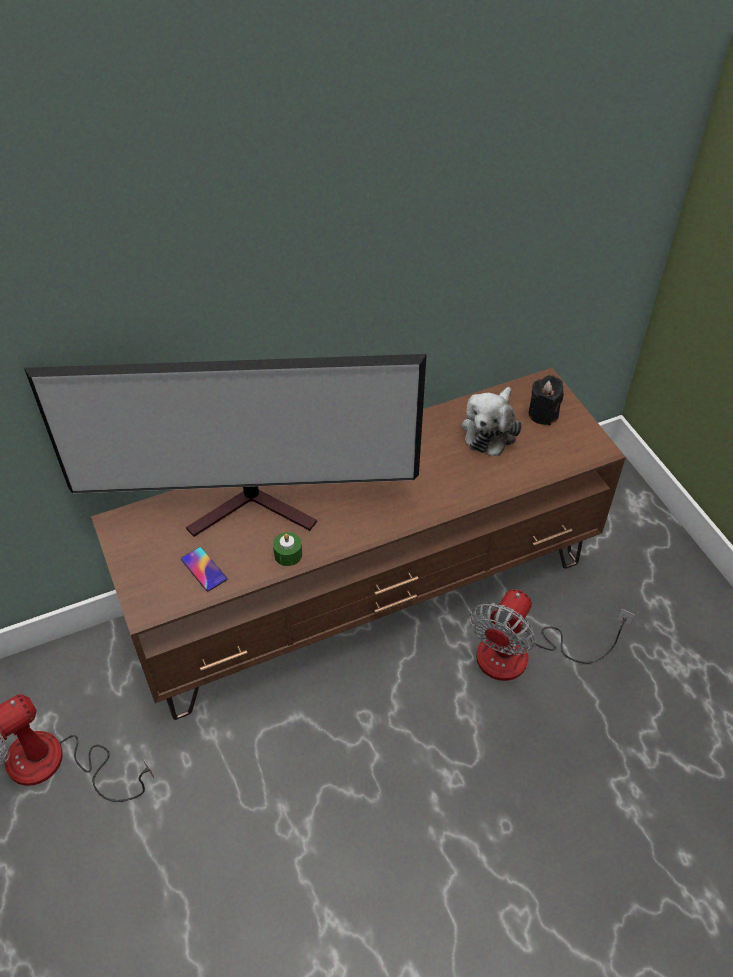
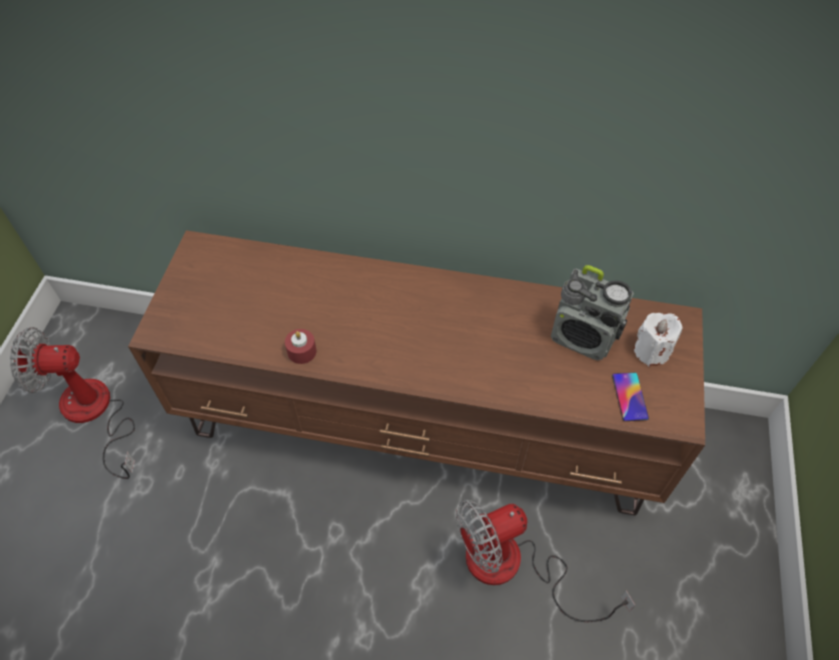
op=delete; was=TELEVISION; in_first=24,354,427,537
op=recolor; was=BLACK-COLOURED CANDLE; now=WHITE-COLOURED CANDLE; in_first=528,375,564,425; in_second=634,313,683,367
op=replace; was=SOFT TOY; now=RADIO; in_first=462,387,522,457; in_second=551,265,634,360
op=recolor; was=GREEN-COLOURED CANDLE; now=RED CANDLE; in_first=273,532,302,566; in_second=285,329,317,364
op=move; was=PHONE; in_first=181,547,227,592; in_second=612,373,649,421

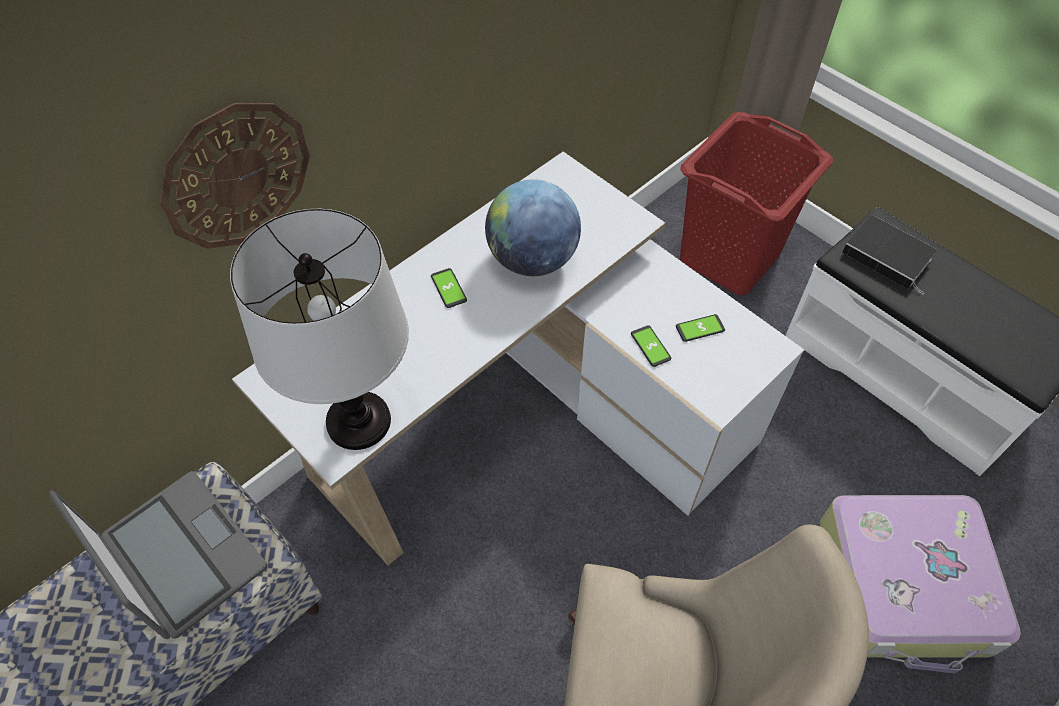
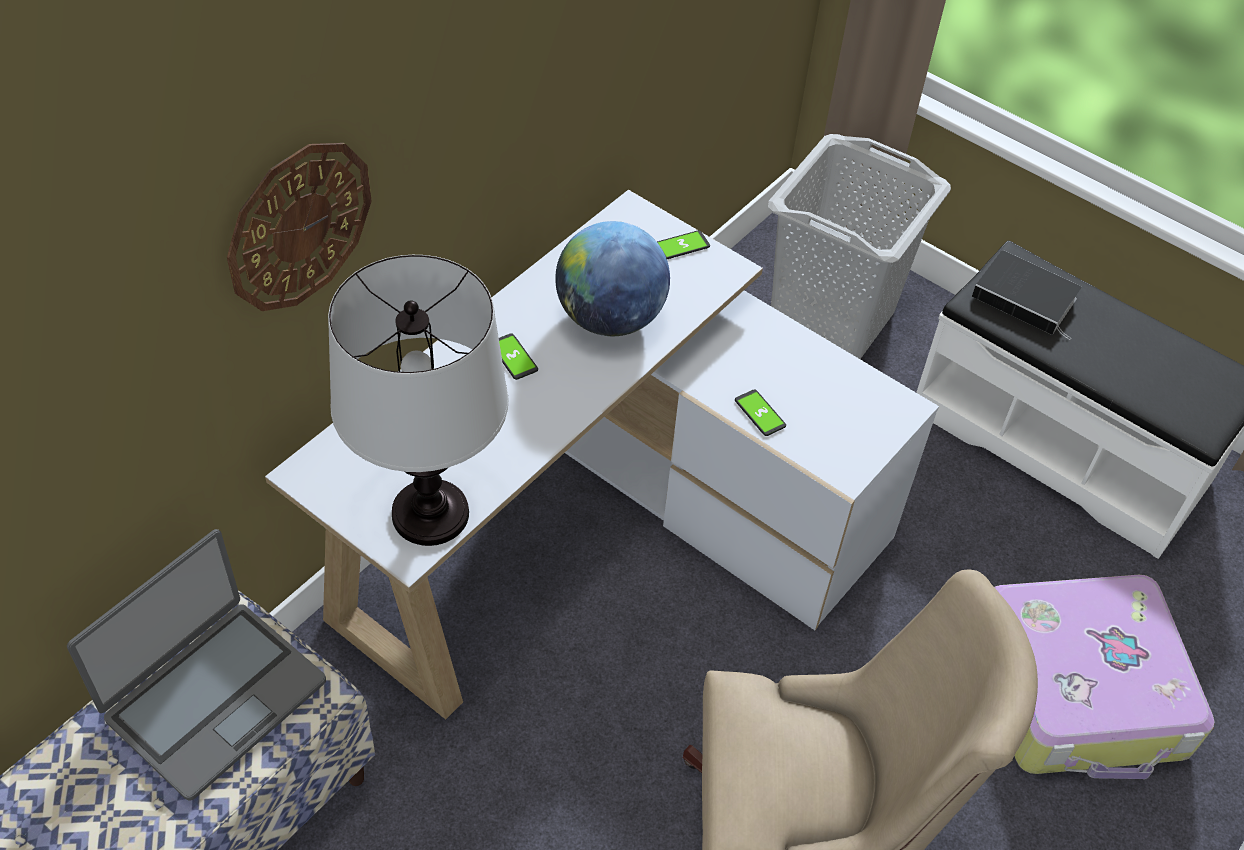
op=recolor; was=RED LAUNDRY BASKET; now=GREY LAUNDRY BASKET; in_first=680,112,833,295; in_second=768,134,951,359
op=move; was=PHONE; in_first=676,314,725,342; in_second=657,230,710,259
op=rotate; was=LAPTOP; in_first=49,471,267,639; in_second=67,529,326,801; clockwise=90

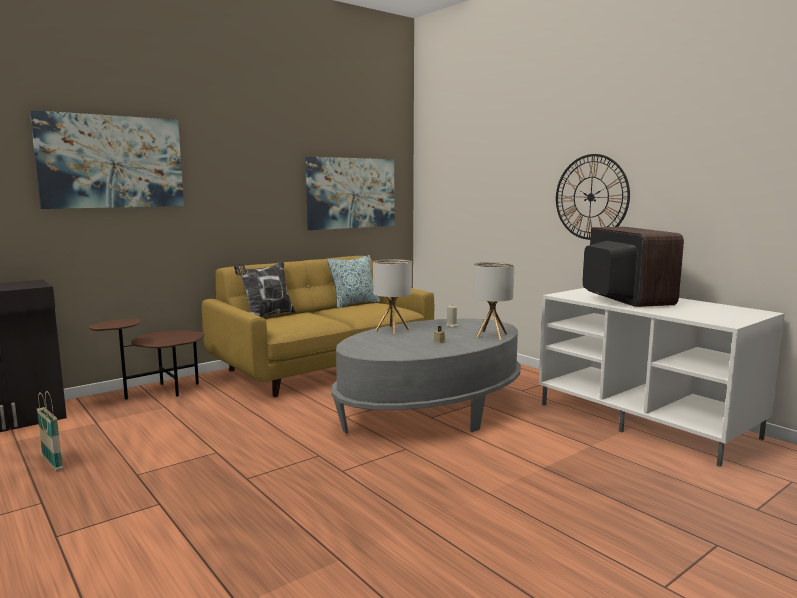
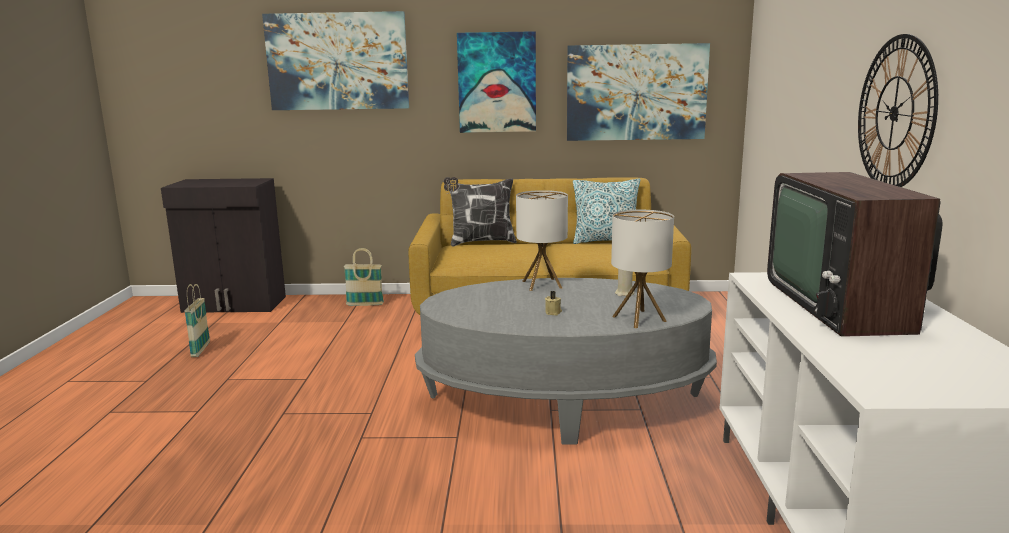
op=rotate; was=TELEVISION; in_first=583,227,684,307; in_second=767,172,943,337; clockwise=150
op=replace; was=BROWNISH SIDE TABLE; now=HOUSEHOLD BASKET; in_first=89,319,205,400; in_second=344,248,384,306
op=insert; now=PICTURE; in_second=457,31,536,133

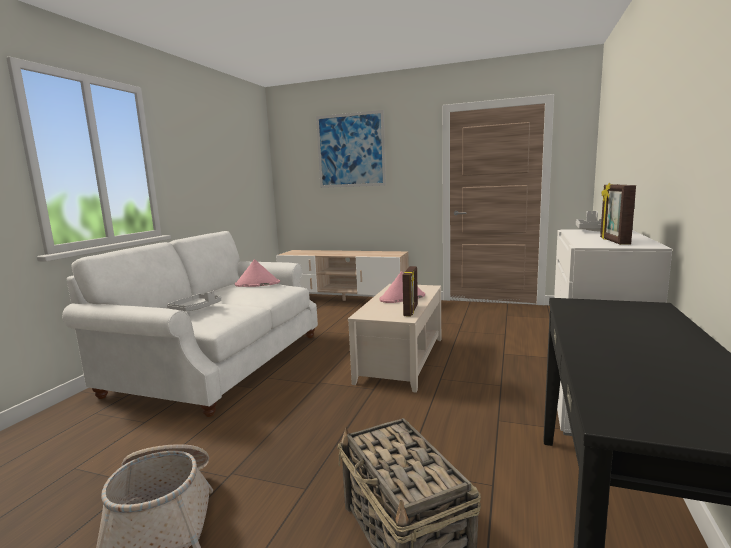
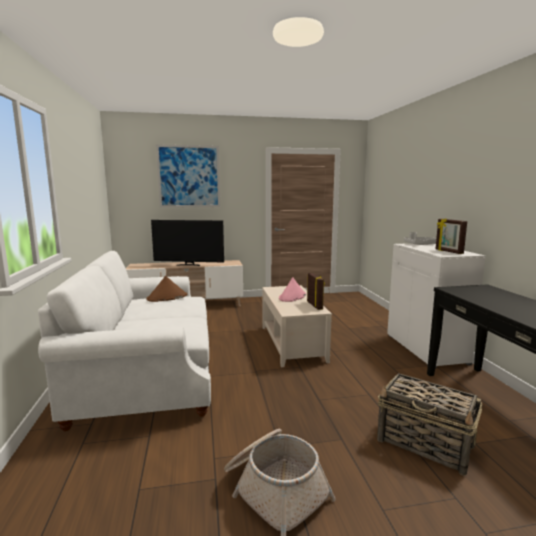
op=recolor; was=PINKISH HAT; now=BROWNISH HAT; in_first=235,259,280,287; in_second=146,276,188,302
op=delete; was=GREY CARRYING TRAY; in_first=167,291,221,312
op=insert; now=TELEVISION; in_second=151,220,224,266

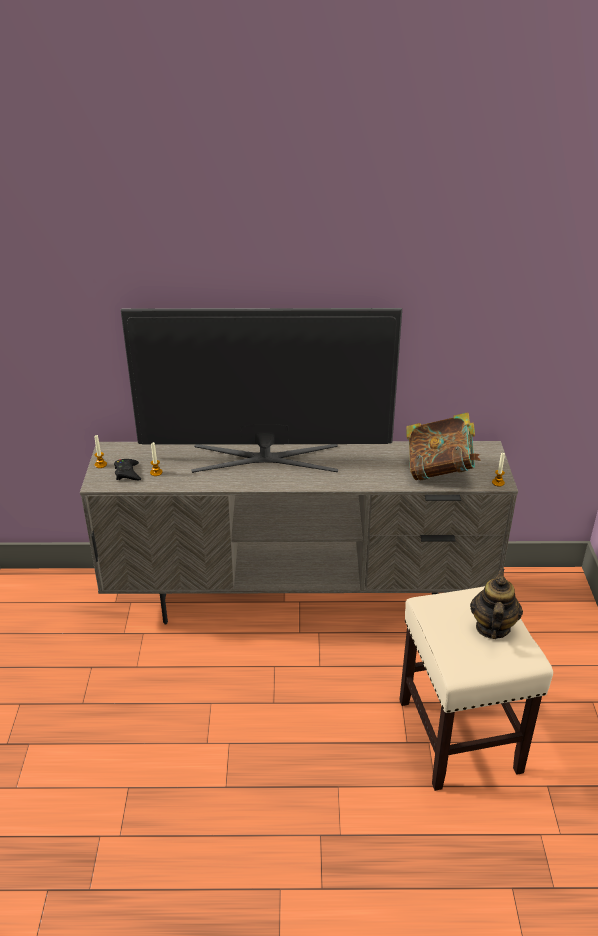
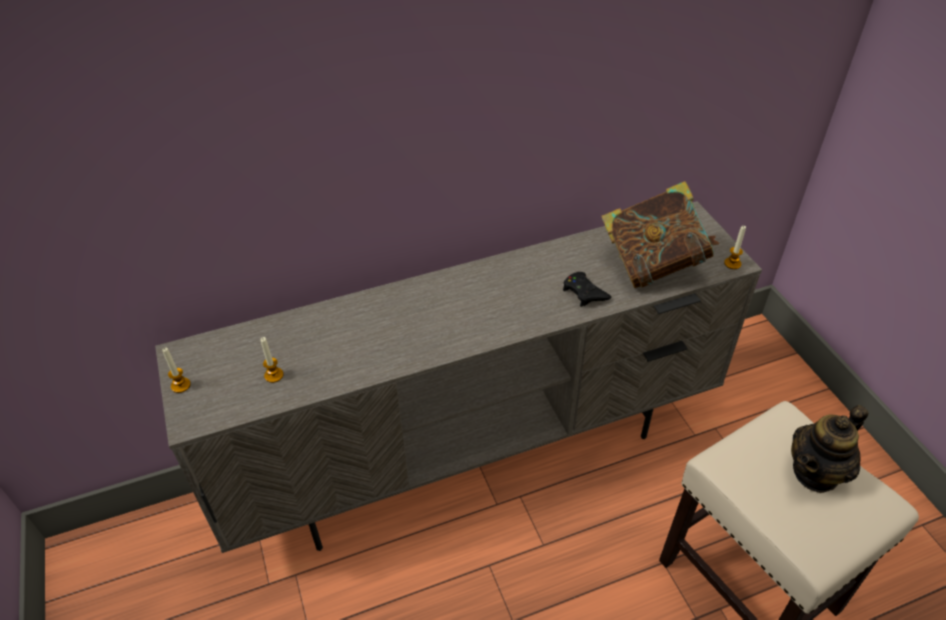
op=delete; was=TELEVISION; in_first=121,308,402,473
op=move; was=BLACK-COLOURED JOYPAD; in_first=114,459,141,480; in_second=563,272,611,307
op=rotate; was=POT FOR TEA; in_first=470,568,523,639; in_second=791,405,868,493; clockwise=-120

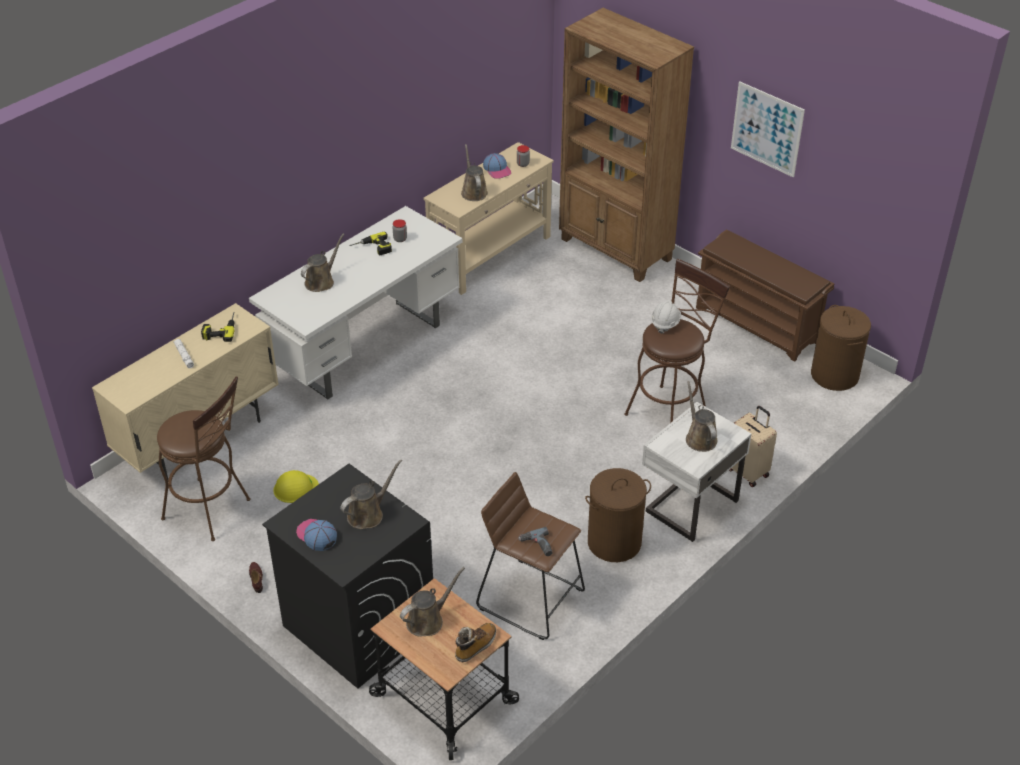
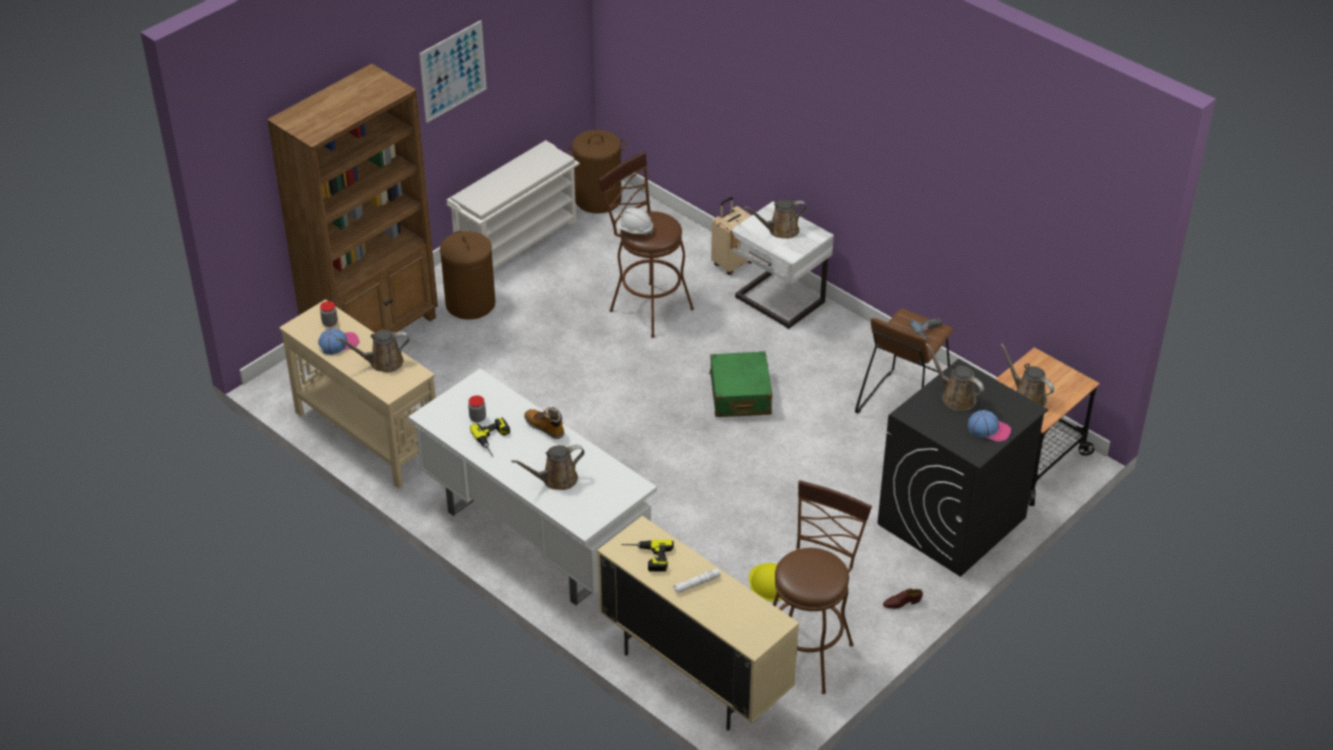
op=recolor; was=BROWNISH SHOE RACK; now=WHITE-COLOURED SHOE RACK; in_first=696,229,834,362; in_second=447,140,579,273
op=rotate; was=BROWNISH SPRINKLING CAN; in_first=301,233,345,292; in_second=511,445,585,490; clockwise=-60
op=move; was=BROWNISH LAUNDRY BASKET; in_first=585,468,651,562; in_second=440,231,495,320
op=rotate; was=CAP; in_first=296,519,337,551; in_second=968,410,1011,442; clockwise=-120
op=move; was=TALL BOOT; in_first=455,623,496,662; in_second=524,407,565,439
op=insert; now=GREEN-COLOURED SUITCASE; in_second=709,351,772,417

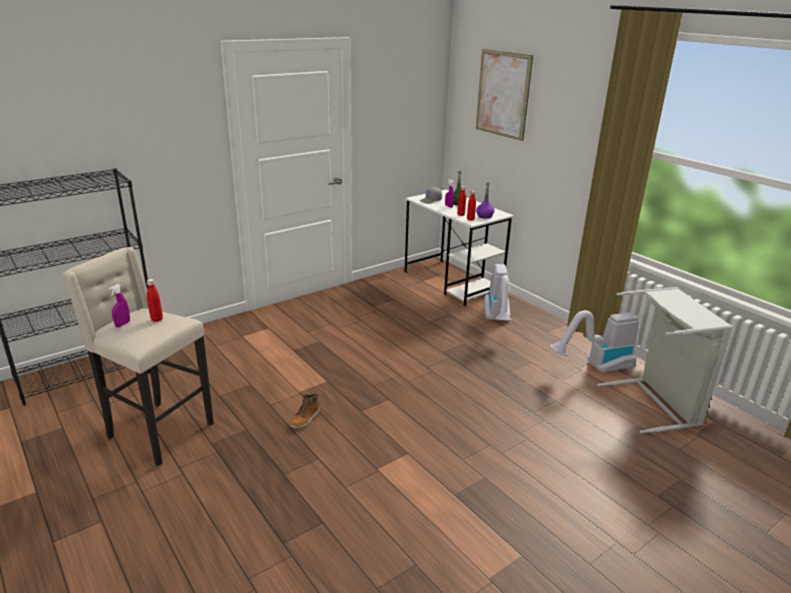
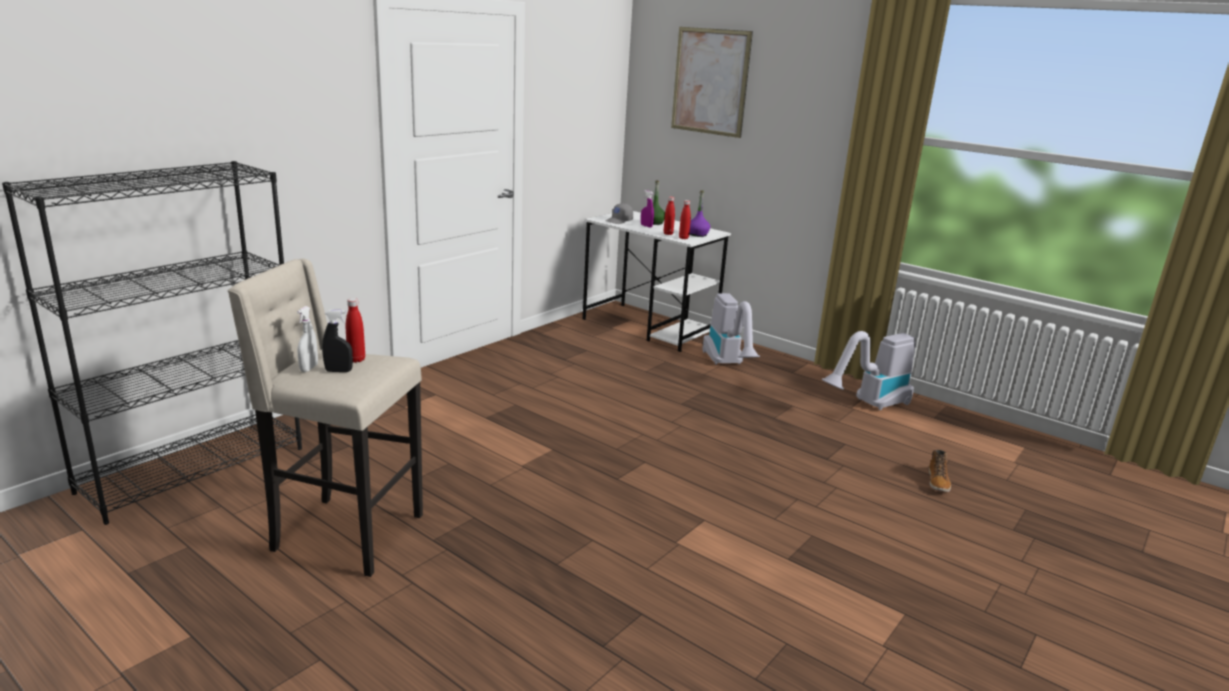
op=recolor; was=PURPLE SPRAY BOTTLE; now=WHITE-COLOURED SPRAY BOTTLE; in_first=109,284,130,327; in_second=297,306,318,372
op=delete; was=GREY LAUNDRY BASKET; in_first=598,287,733,433
op=move; was=TALL BOOT; in_first=289,394,321,429; in_second=928,450,951,492
op=insert; now=BLACK-COLOURED SPRAY BOTTLE; in_second=322,310,353,372

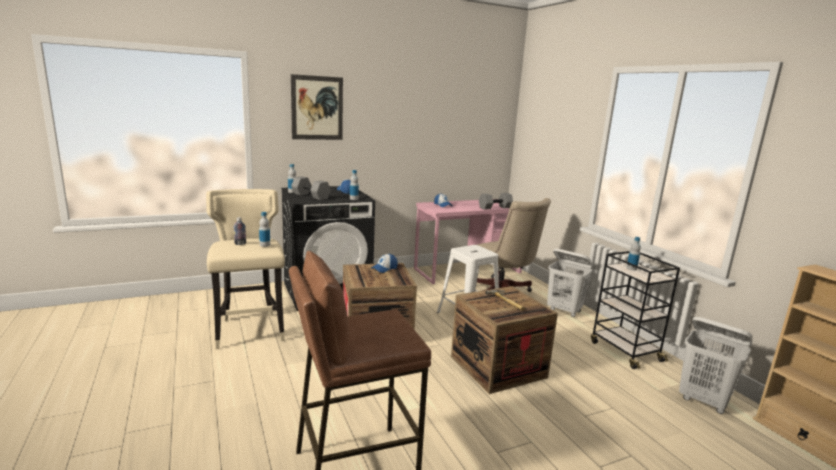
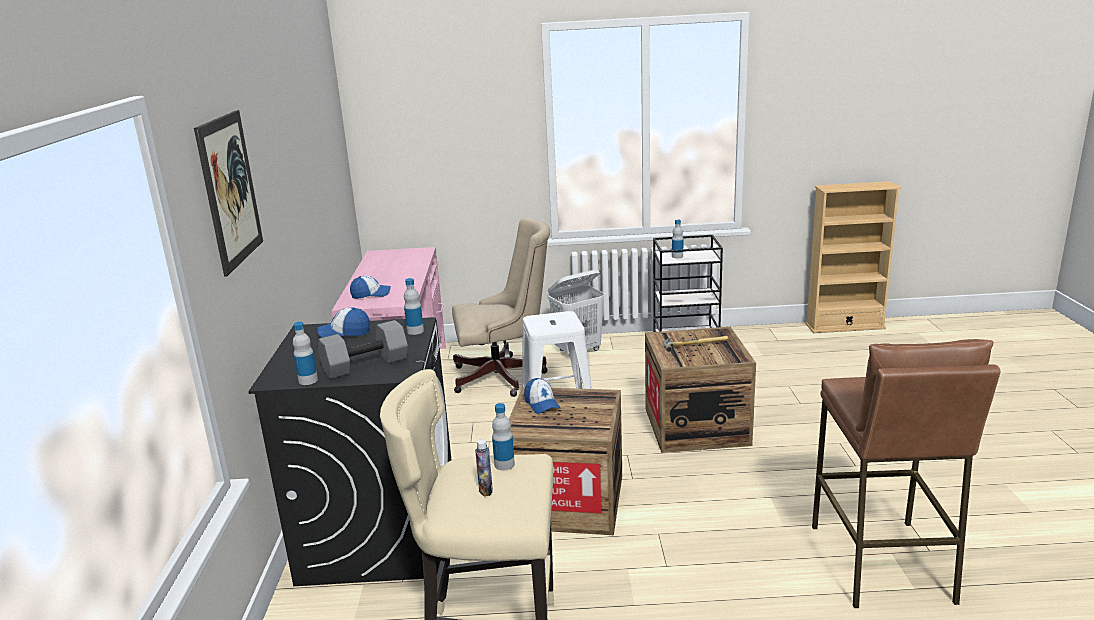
op=delete; was=GREY DUMBBELL; in_first=479,193,513,210
op=delete; was=WHITE-COLOURED LAUNDRY BASKET; in_first=679,317,752,414

